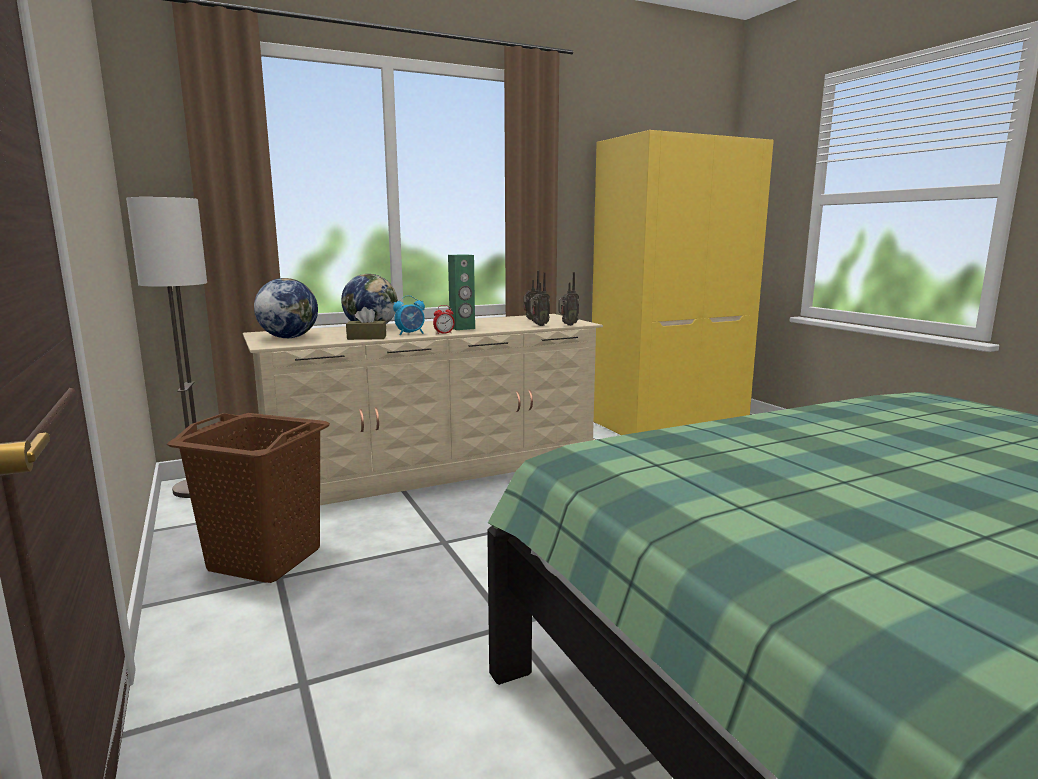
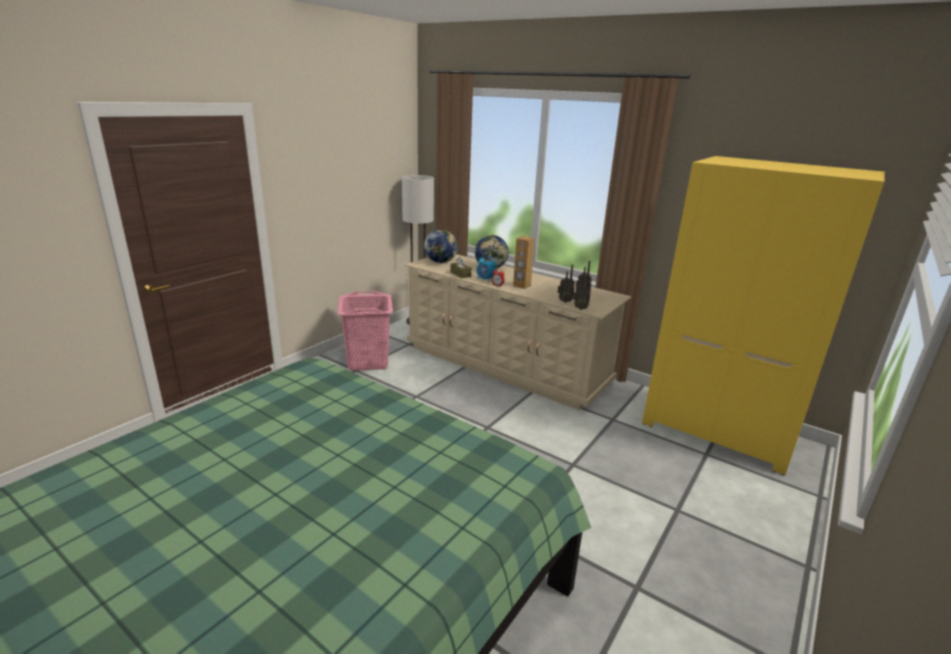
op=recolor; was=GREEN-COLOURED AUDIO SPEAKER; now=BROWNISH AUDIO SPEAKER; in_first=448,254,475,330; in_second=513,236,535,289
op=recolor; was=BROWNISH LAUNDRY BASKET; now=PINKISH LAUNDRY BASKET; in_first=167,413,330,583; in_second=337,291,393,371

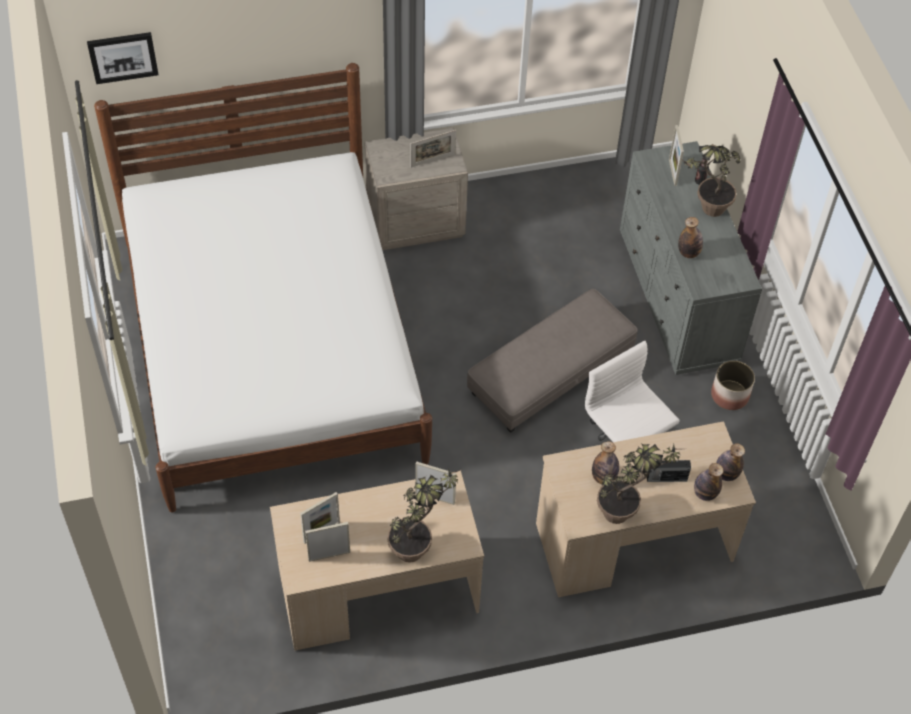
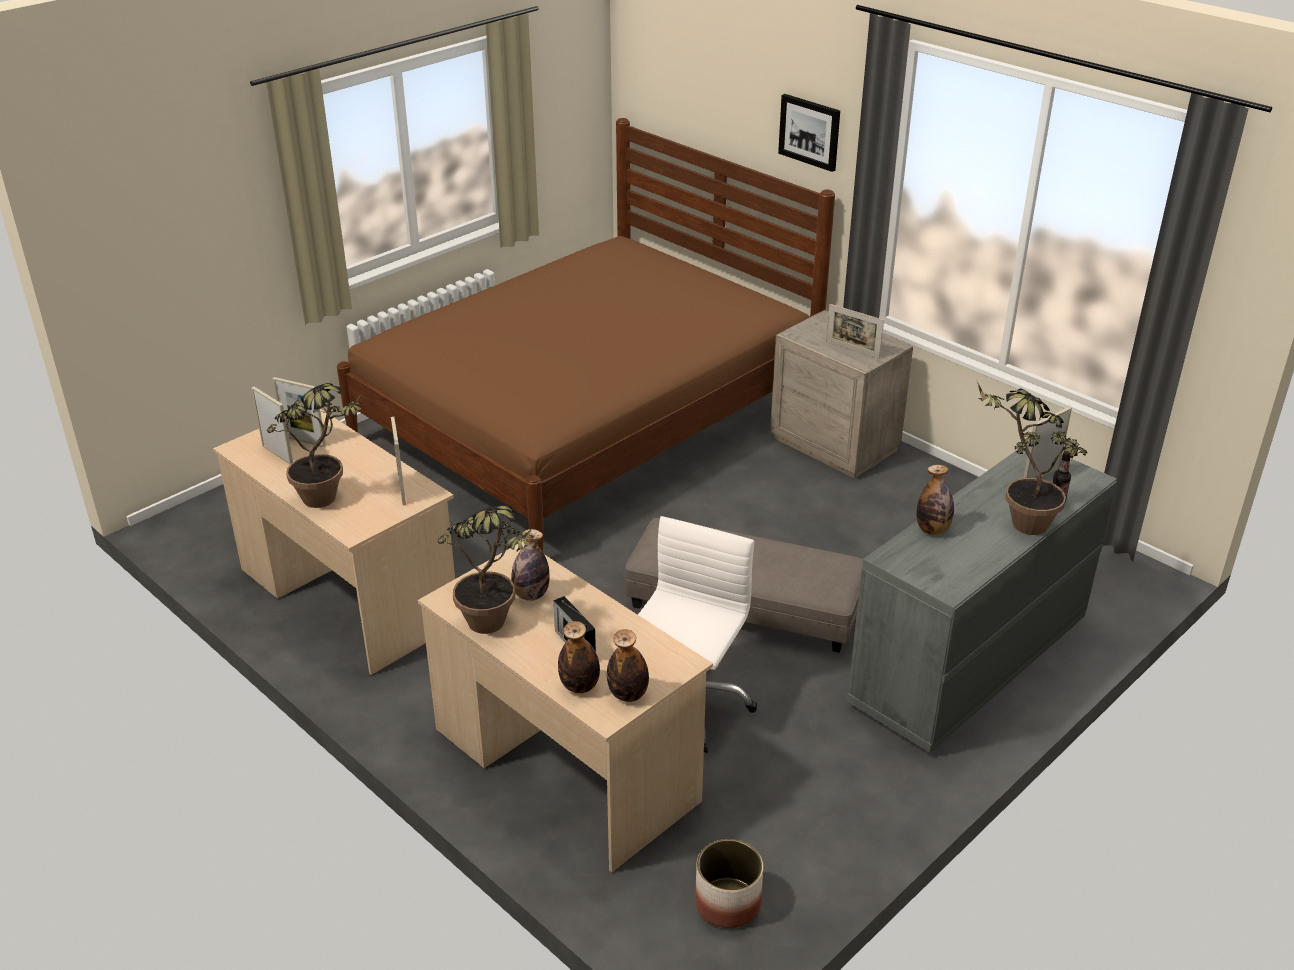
op=move; was=PICTURE; in_first=87,32,159,84; in_second=778,94,840,172
op=recolor; was=WHITE-COLOURED SLEEPING BED; now=BROWNISH SLEEPING BED; in_first=94,63,432,513; in_second=337,118,835,551
op=move; was=PLANT POT; in_first=711,360,755,410; in_second=695,839,763,929

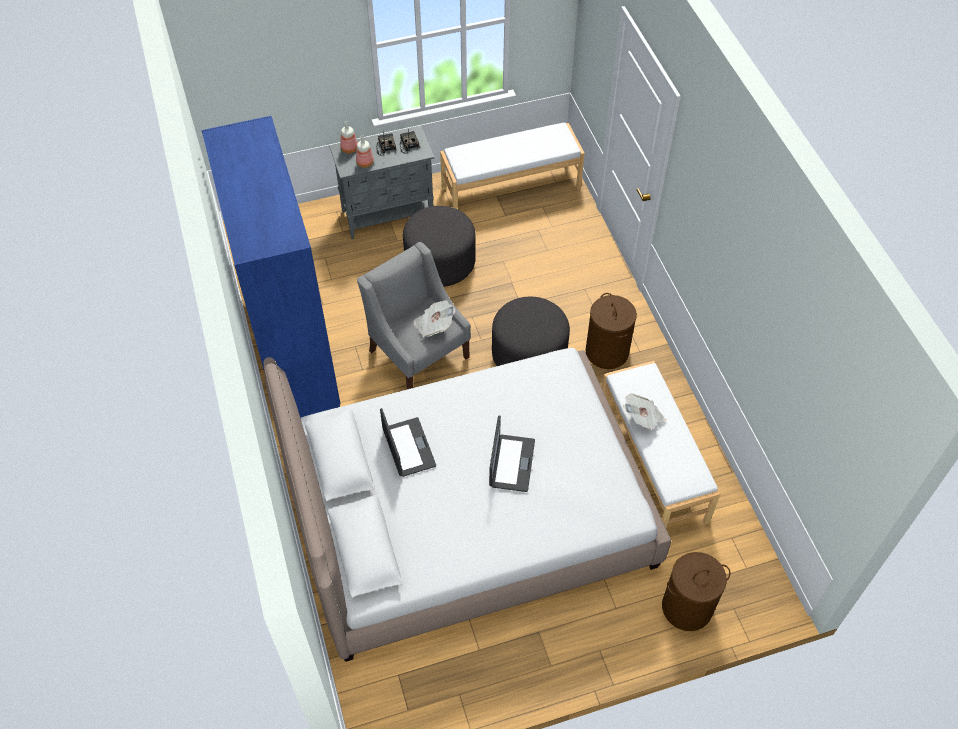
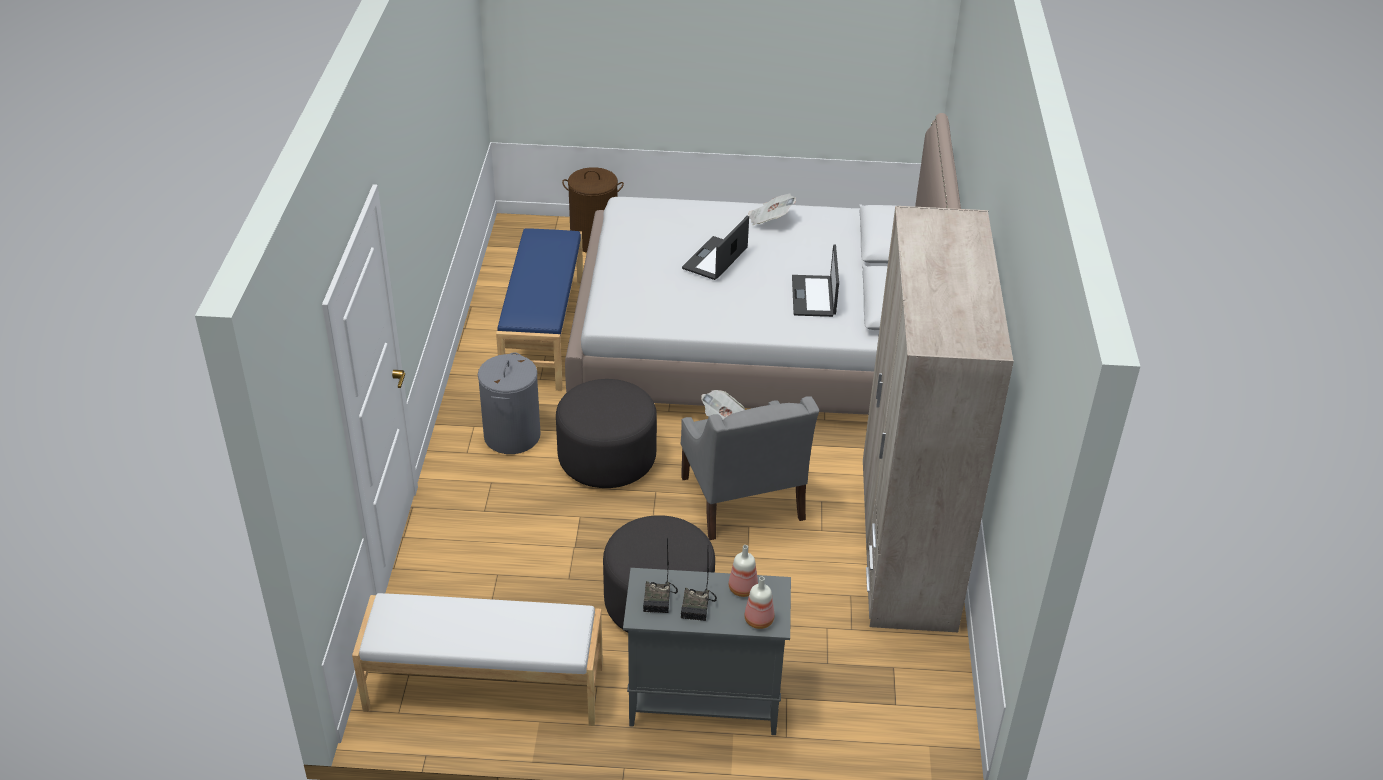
op=recolor; was=BLUE-COLOURED ARMOIRE; now=SAND-COLOURED ARMOIRE; in_first=202,116,340,418; in_second=863,206,1014,632
op=recolor; was=BROWNISH LAUNDRY BASKET; now=GREY LAUNDRY BASKET; in_first=585,293,637,369; in_second=478,352,541,454
op=recolor; was=WHITE-COLOURED INDOOR BENCH; now=BLUE-COLOURED INDOOR BENCH; in_first=602,361,720,528; in_second=496,228,583,391
op=move; was=PRINTED PAPER; in_first=623,393,666,430; in_second=748,194,796,225

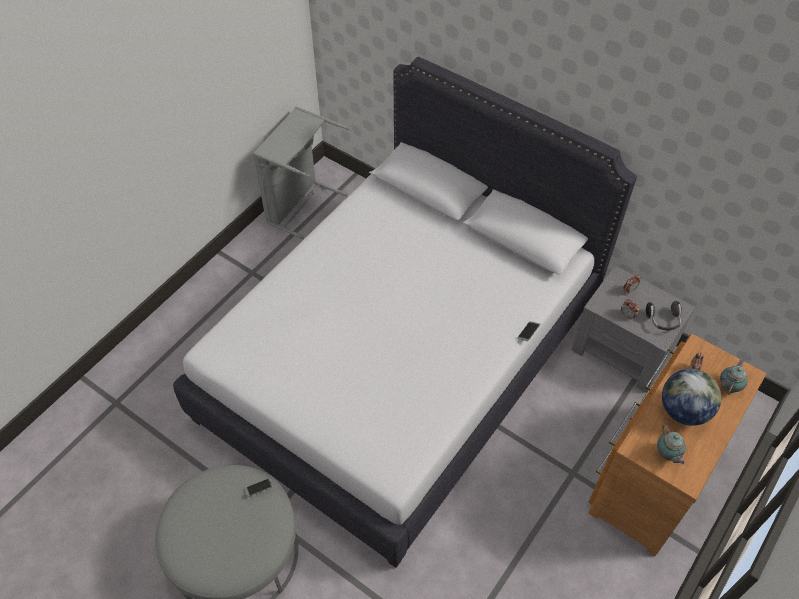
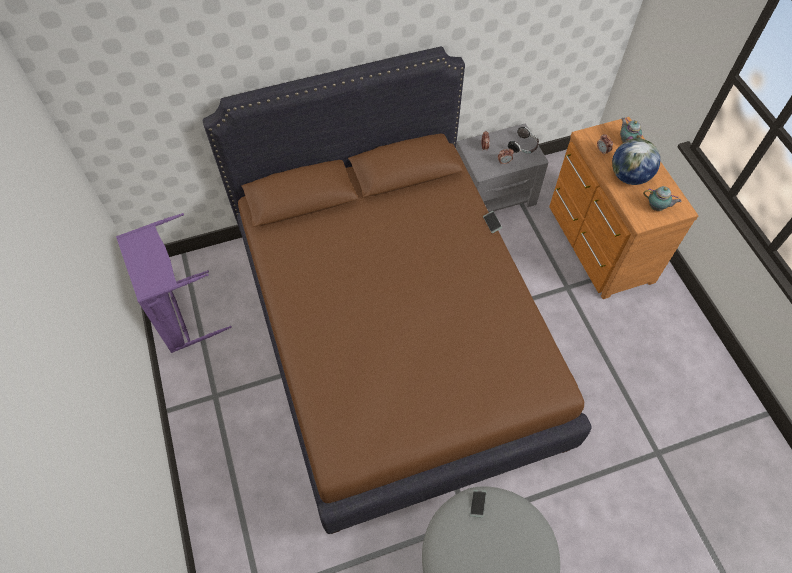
op=recolor; was=WHITE-COLOURED SLEEPING BED; now=BROWNISH SLEEPING BED; in_first=173,57,637,568; in_second=202,47,592,534
op=recolor; was=GREY LAUNDRY BASKET; now=PURPLE LAUNDRY BASKET; in_first=253,106,349,240; in_second=116,213,232,353

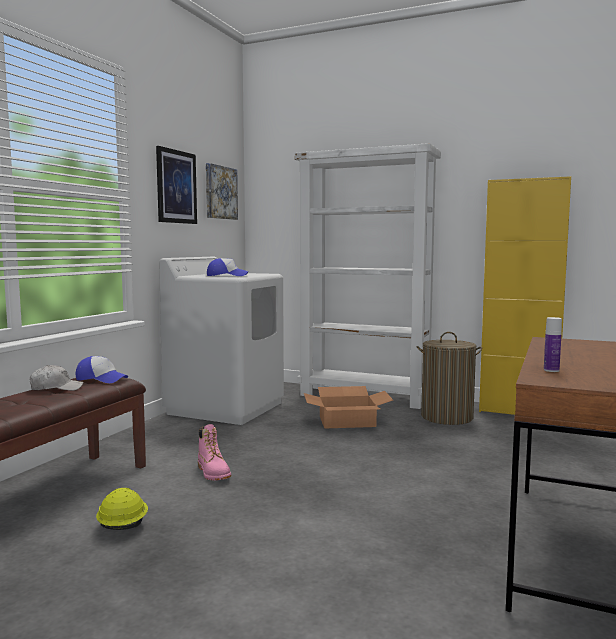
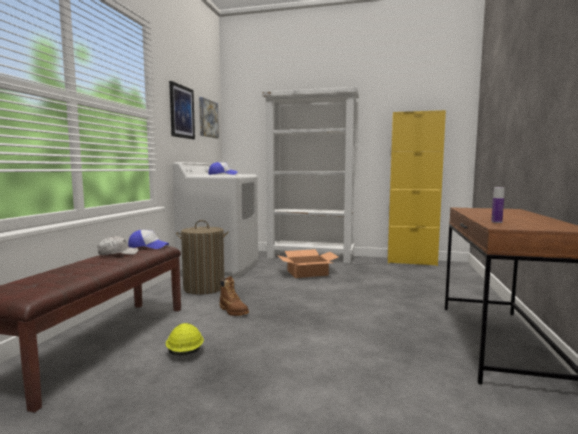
op=move; was=LAUNDRY BASKET; in_first=417,332,482,425; in_second=176,220,229,295
op=recolor; was=PINKISH TALL BOOT; now=BROWNISH TALL BOOT; in_first=198,424,231,481; in_second=220,276,249,316

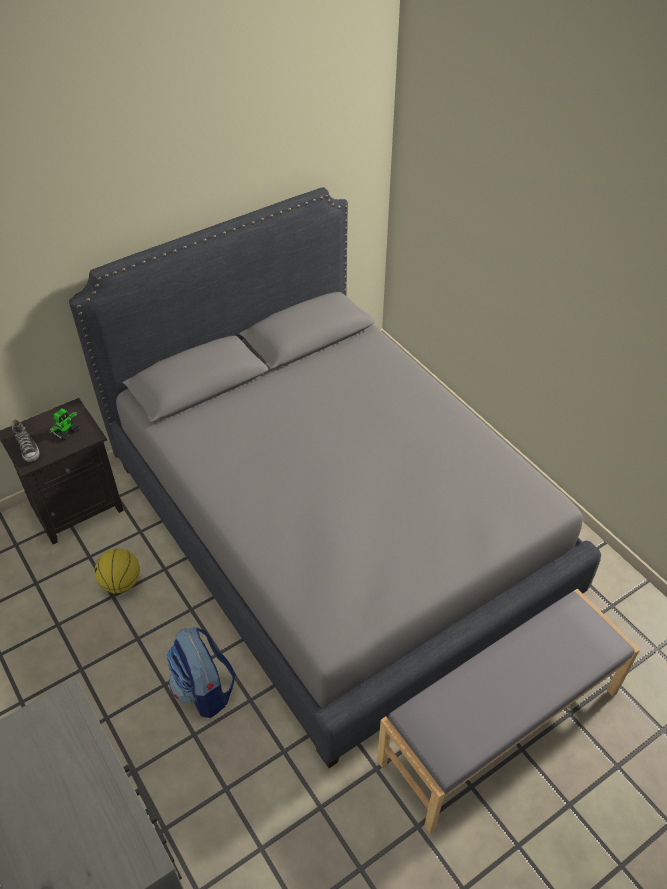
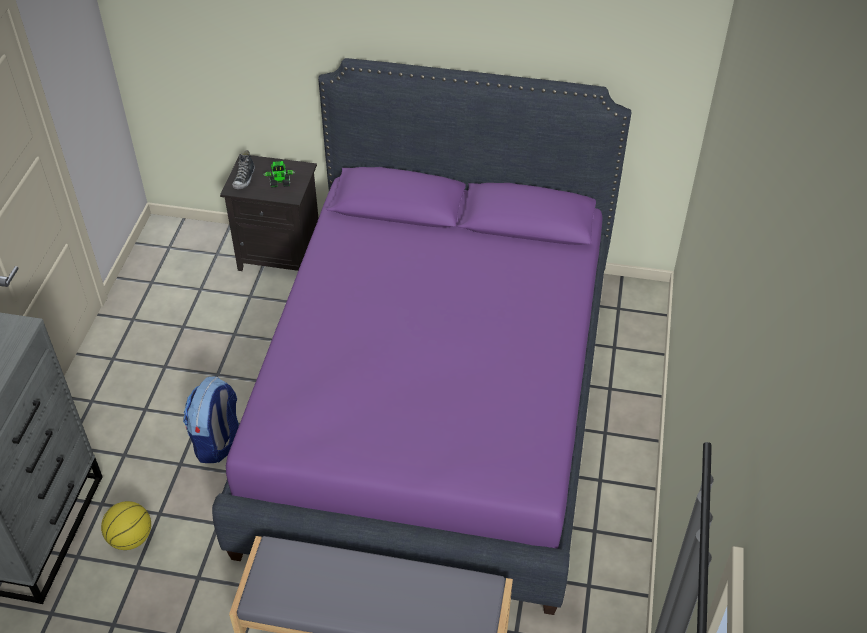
op=recolor; was=GREY SLEEPING BED; now=PURPLE SLEEPING BED; in_first=69,187,601,768; in_second=212,58,631,615
op=move; was=BASKETBALL; in_first=94,548,140,593; in_second=101,501,151,550

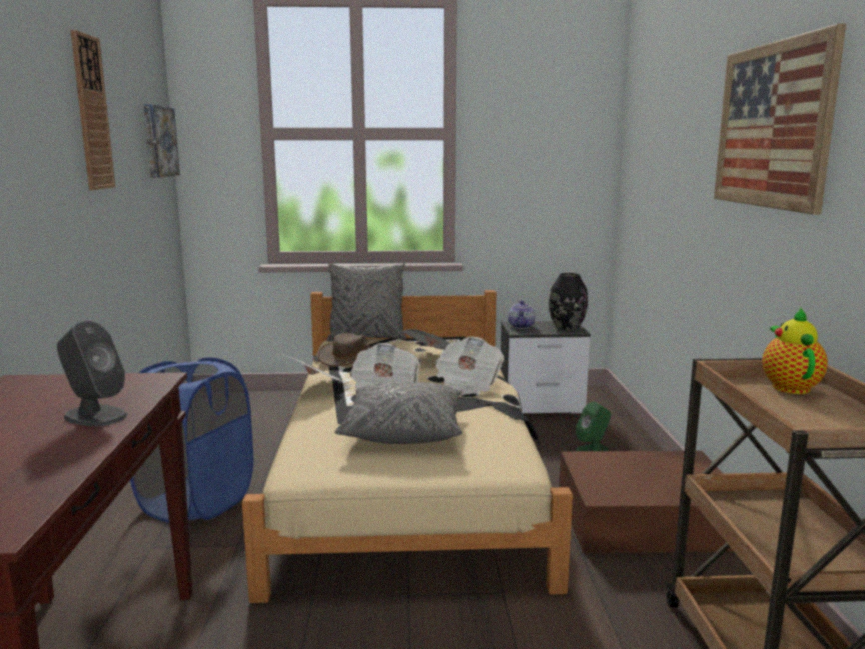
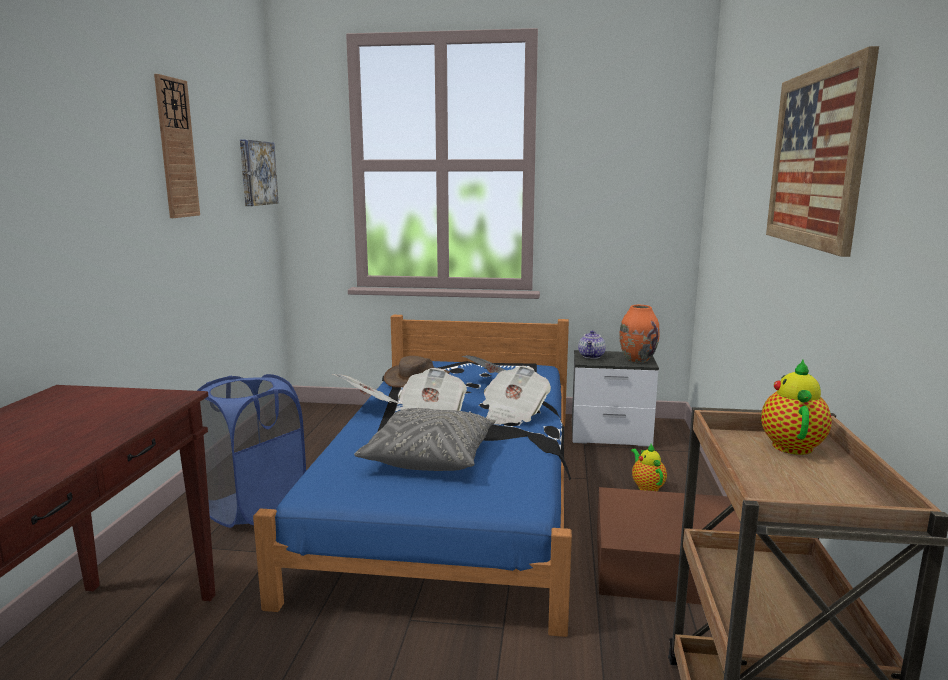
op=delete; was=GREY PILLOW; in_first=327,263,406,342
op=recolor; was=BLACK-COLOURED FLOWER VASE; now=ORANGEY FLOWER VASE; in_first=549,273,588,330; in_second=619,305,660,362
op=recolor; was=SAND-COLOURED SLEEPING BED; now=BLUE-COLOURED SLEEPING BED; in_first=242,290,573,603; in_second=253,315,572,637
op=delete; was=GREY AUDIO SPEAKER; in_first=57,321,127,427
op=replace; was=GREEN-COLOURED AUDIO SPEAKER; now=POT FOR TEA; in_first=576,402,611,451; in_second=631,444,667,491

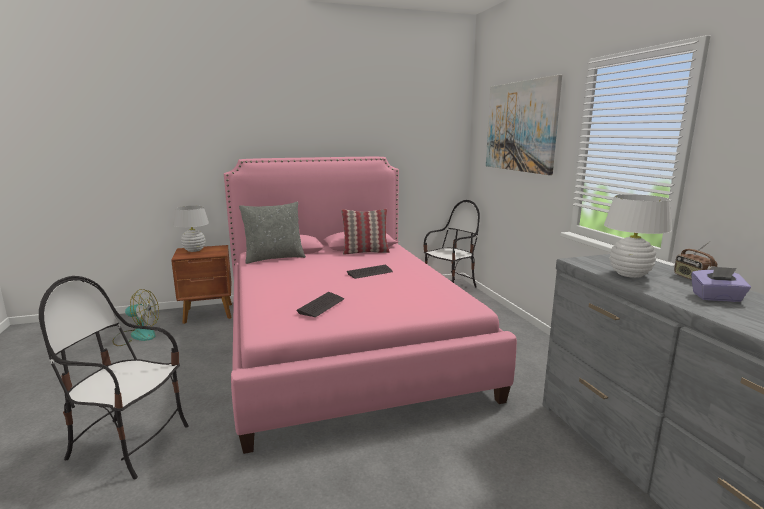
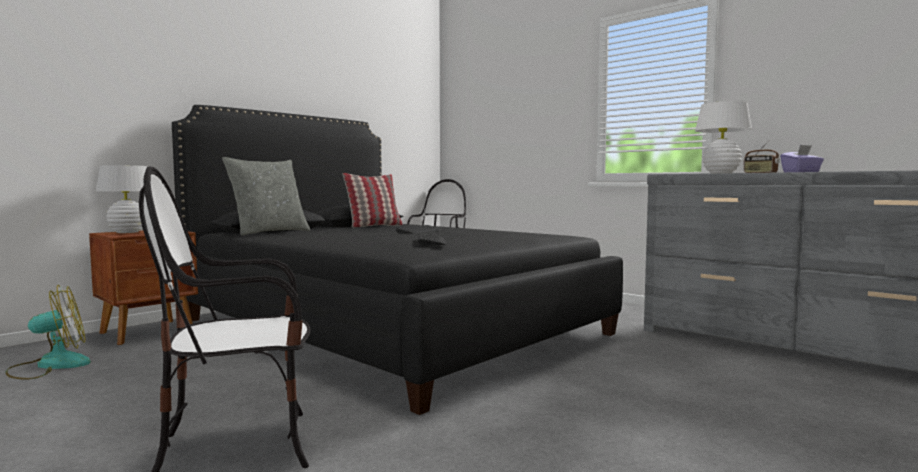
op=delete; was=PICTURE; in_first=486,75,562,175
op=recolor; was=PINKISH SLEEPING BED; now=BLACK-COLOURED SLEEPING BED; in_first=224,157,517,454; in_second=172,105,623,415

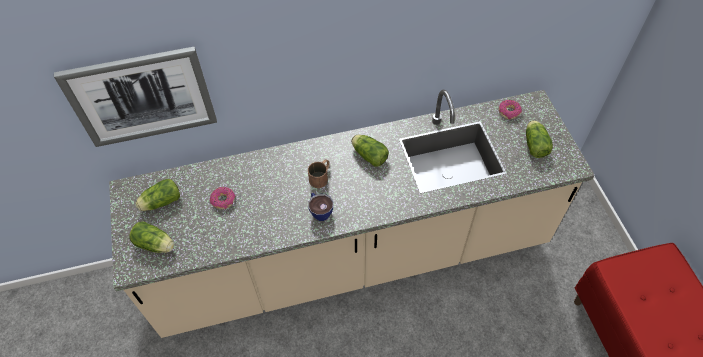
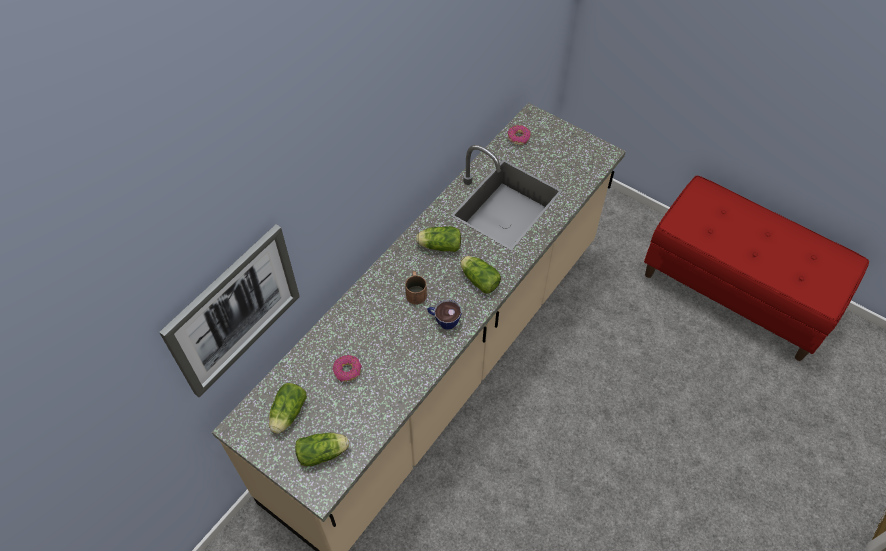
op=move; was=LETTUCE HEAD; in_first=526,120,553,158; in_second=460,256,501,294

